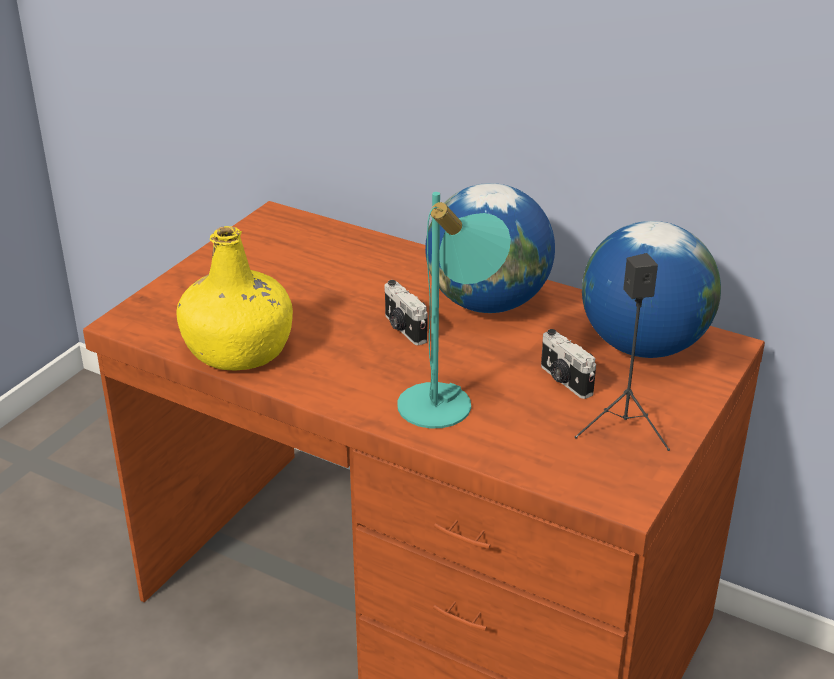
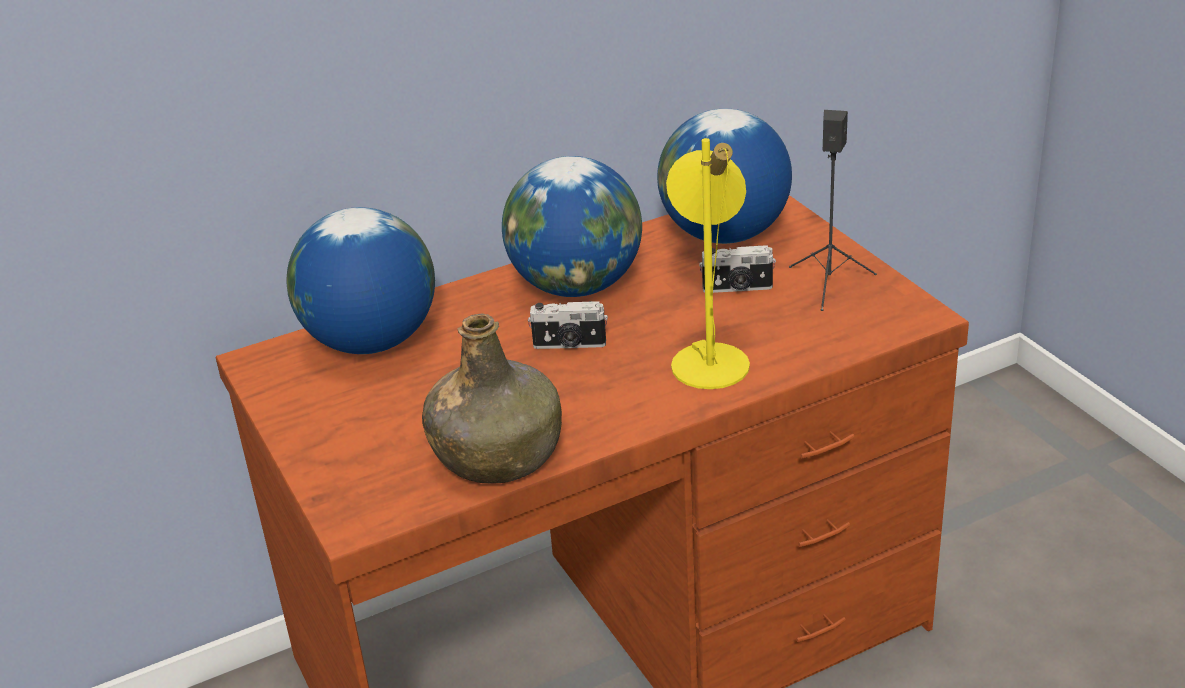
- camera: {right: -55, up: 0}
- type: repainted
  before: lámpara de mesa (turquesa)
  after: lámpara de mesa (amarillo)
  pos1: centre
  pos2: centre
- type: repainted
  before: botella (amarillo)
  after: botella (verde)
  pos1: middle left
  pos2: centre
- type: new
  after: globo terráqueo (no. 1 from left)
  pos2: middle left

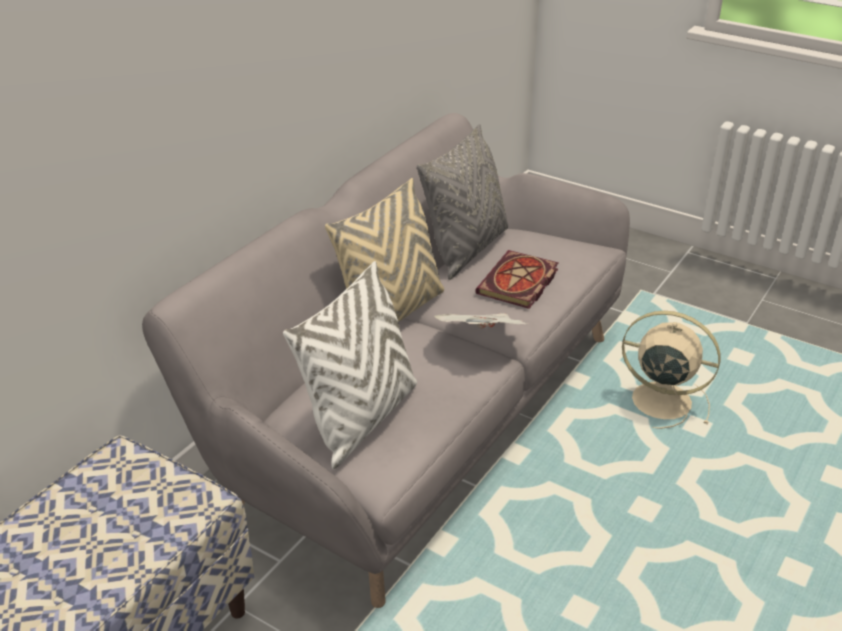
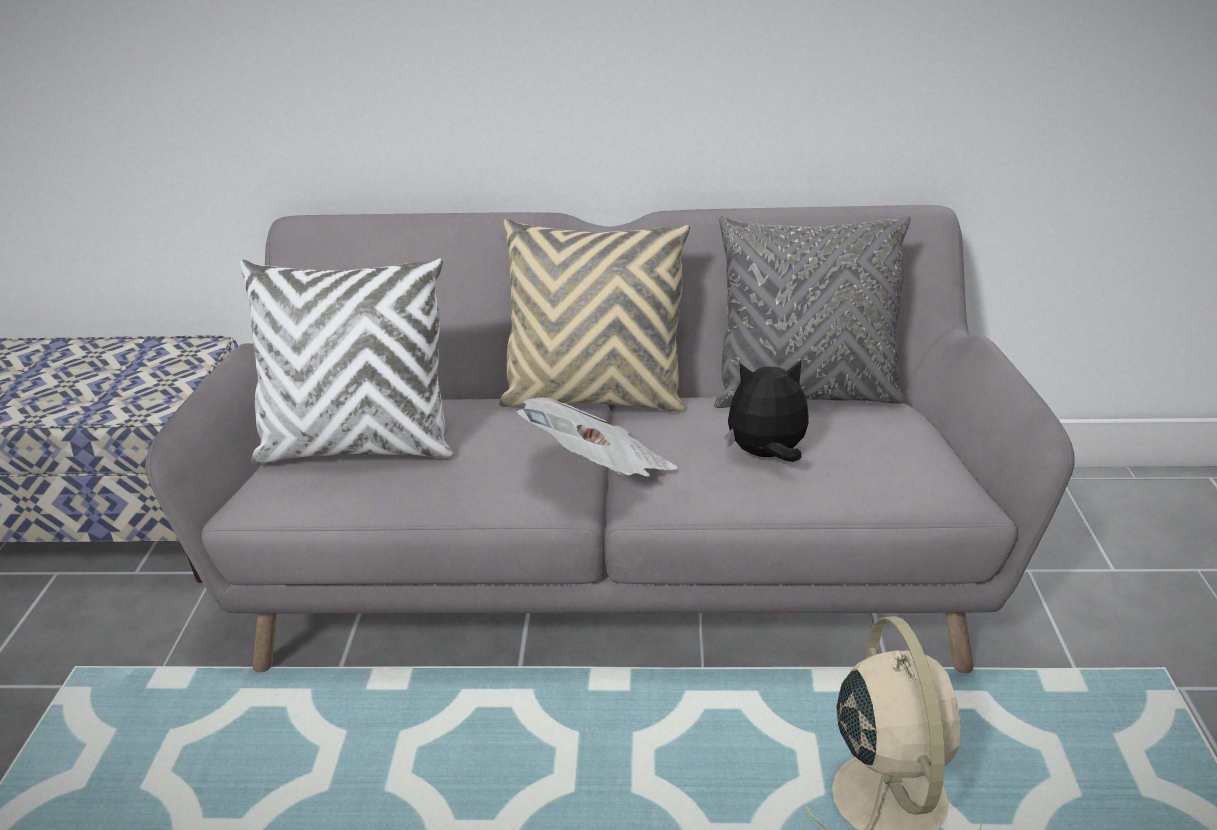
- camera: {right: 60, up: -5}
- type: swapped
  before: libro
  after: peluche
  pos1: centre
  pos2: centre

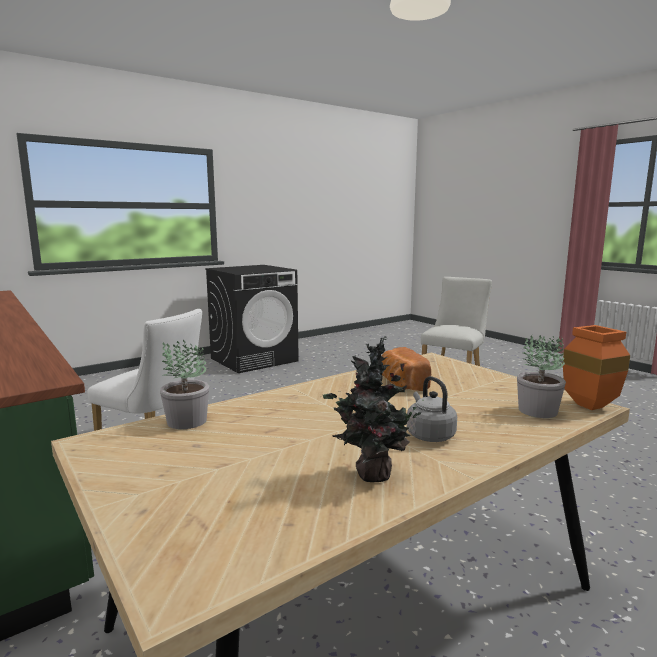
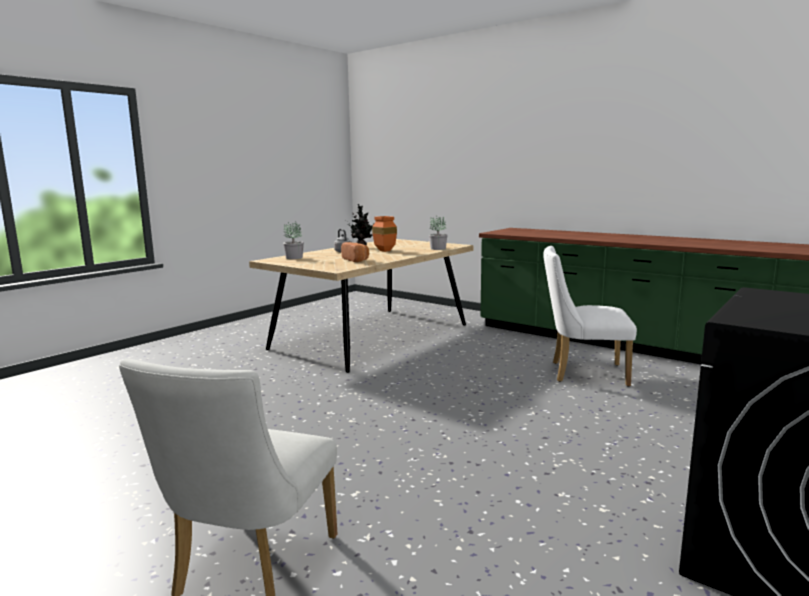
- camera: {right: 165, up: 0}
- type: shifted
  before: florero (naranja)
  pos1: middle right
  pos2: centre

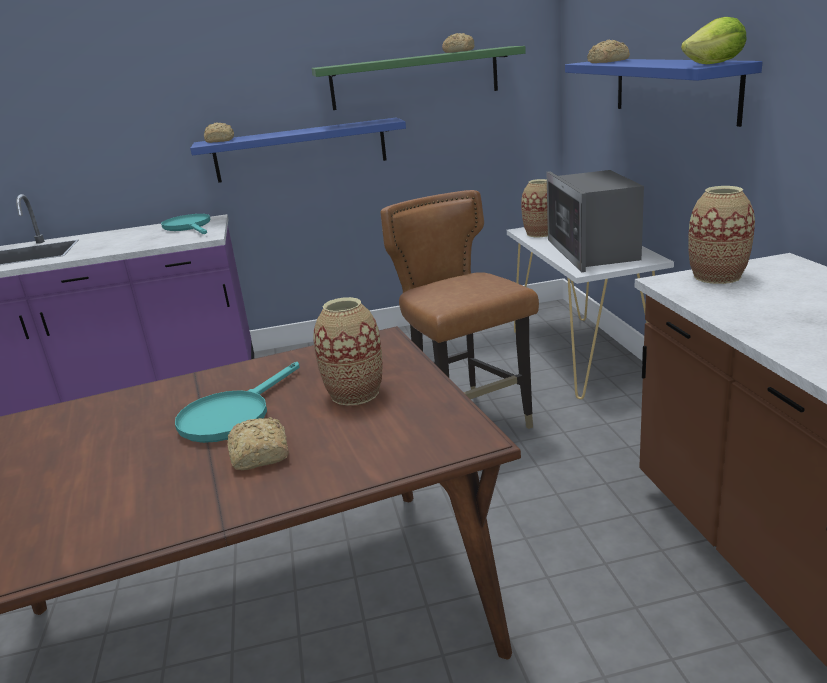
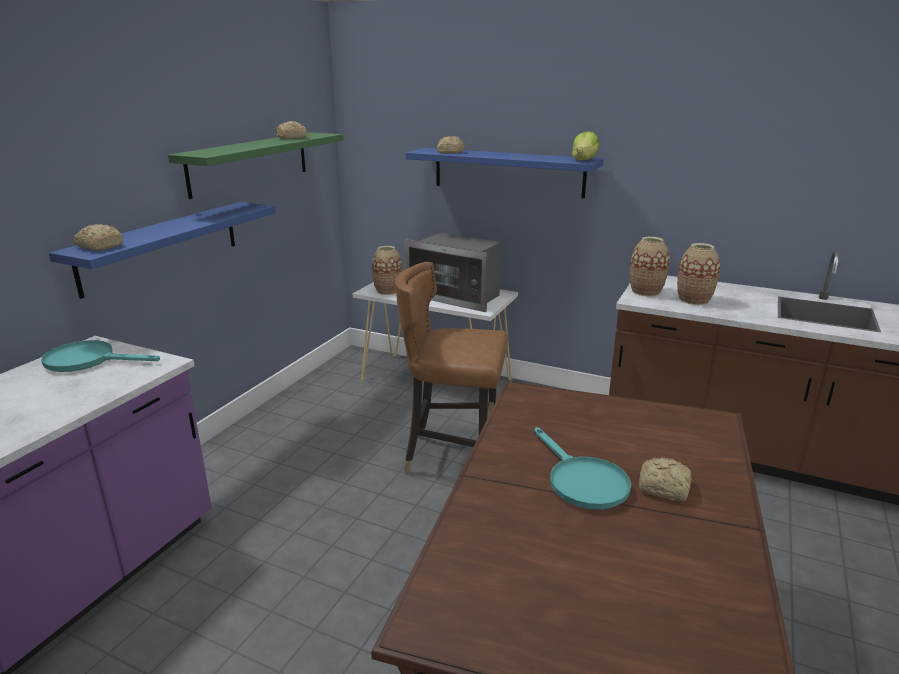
- camera: {right: -55, up: 0}
- type: shifted
  before: florero (no. 1 from left in the first image)
  after: florero (no. 3 from left)
  pos1: centre
  pos2: middle right

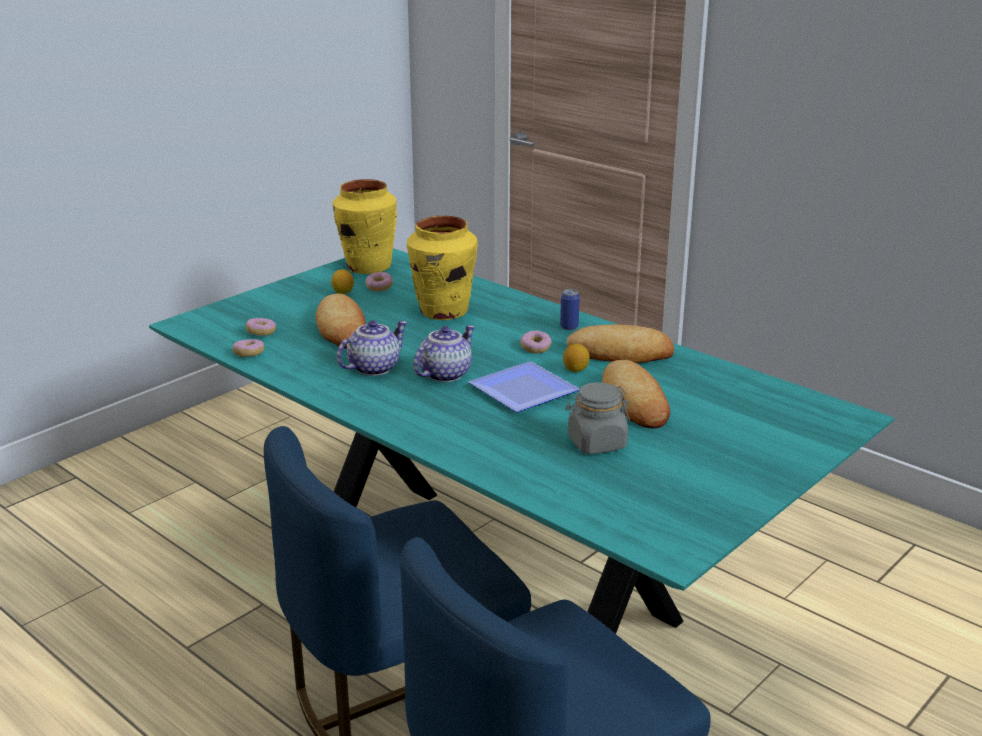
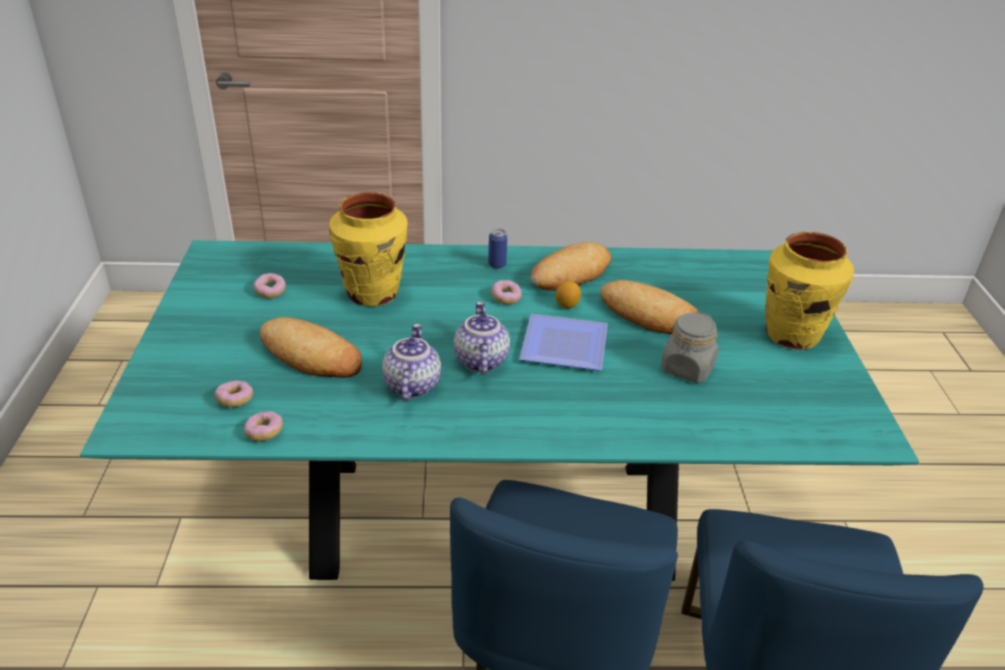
- camera: {right: -45, up: 10}
- type: shifted
  before: florero (amarillo) (no. 1 from left in the first image)
  after: florero (amarillo) (no. 2 from left)
  pos1: top centre
  pos2: middle right
- type: gone
  before: limón (no. 1 from left)
  pos1: centre

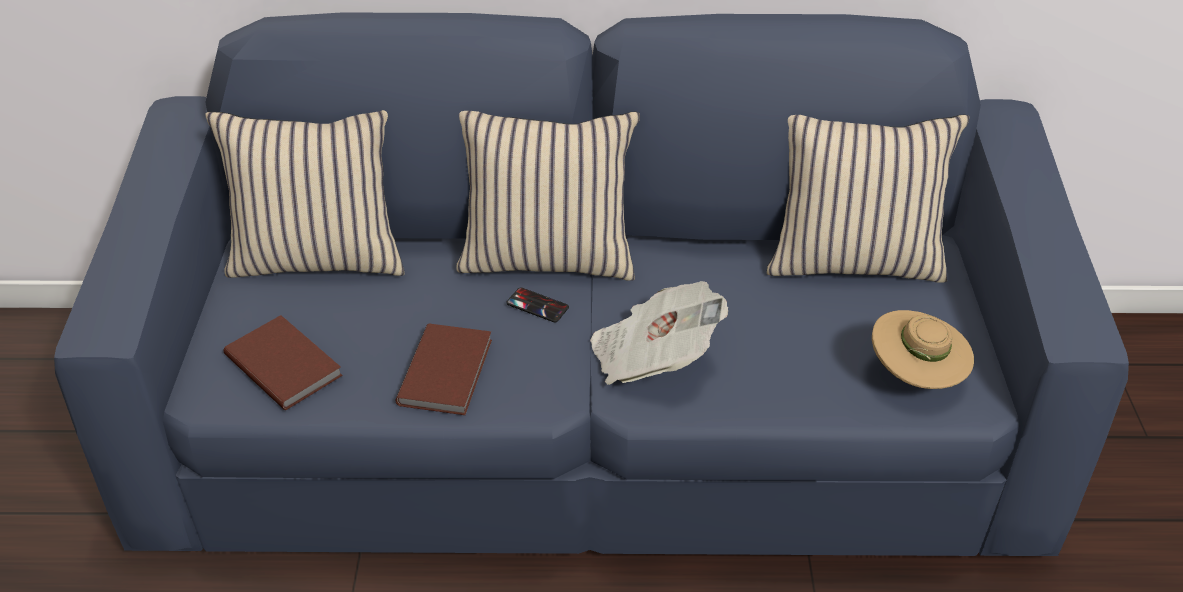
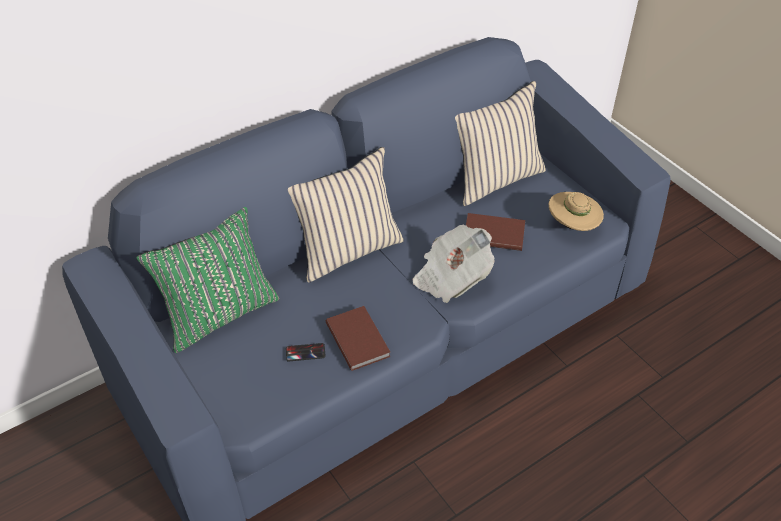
- camera: {right: -35, up: 5}
- type: repainted
  before: cojín (beis) (no. 1 from left)
  after: cojín (verde)
  pos1: top left
  pos2: middle left
- type: shifted
  before: móvil
  pos1: centre
  pos2: bottom centre
- type: shifted
  before: libro (marrón) (no. 1 from left in the first image)
  after: libro (marrón) (no. 2 from left)
  pos1: middle left
  pos2: centre

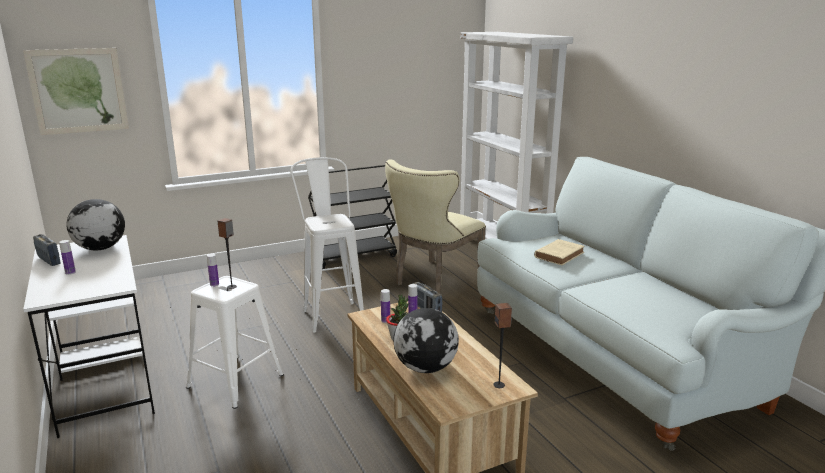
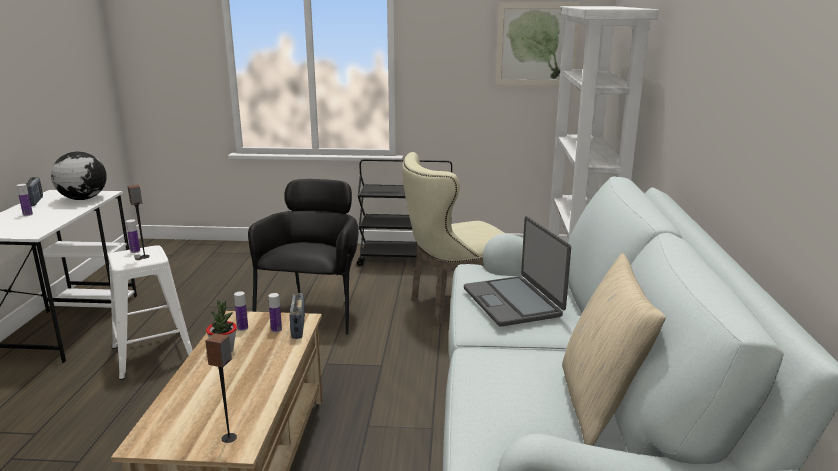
- camera: {right: 30, up: 0}
- type: shifted
  before: cuadro
  pos1: top left
  pos2: top centre
- type: swapped
  before: taburete (blanco) (no. 2 from left)
  after: sillón (negro)
  pos1: centre
  pos2: centre
- type: swapped
  before: libro (beis)
  after: portátil
  pos1: middle right
  pos2: centre
- type: gone
  before: globo terráqueo (no. 2 from left)
  pos1: bottom centre
- type: new
  after: cojín (beis)
  pos2: bottom right

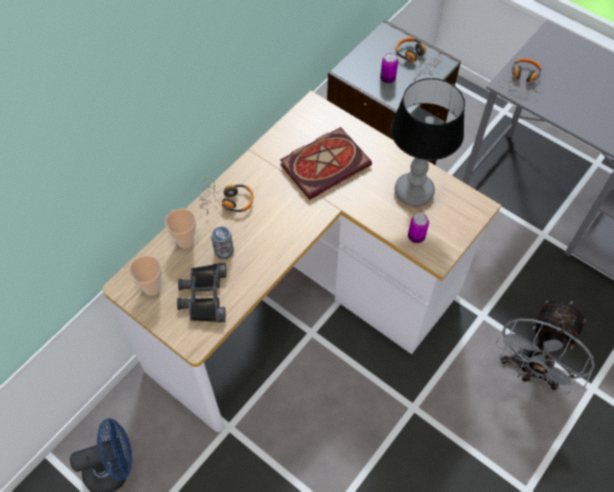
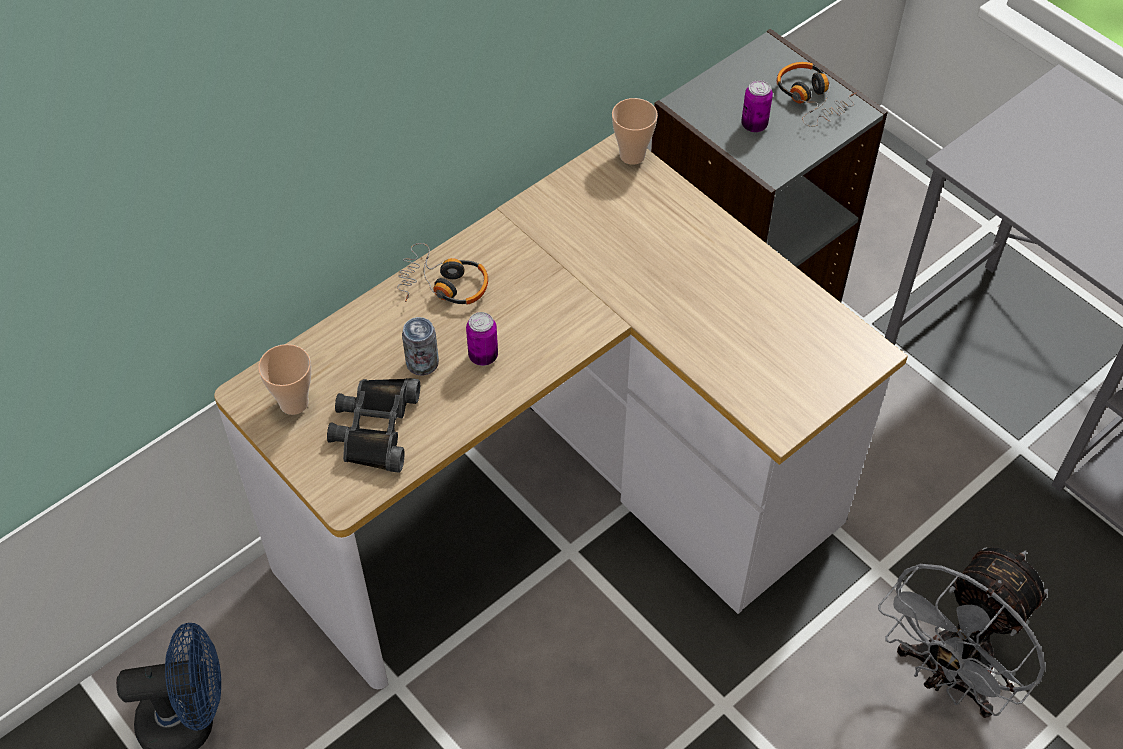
- camera: {right: 10, up: -5}
- type: gone
  before: auriculares (no. 3 from left)
  pos1: top right
- type: gone
  before: lámpara de mesa
  pos1: top right
- type: gone
  before: libro
  pos1: top centre
- type: shifted
  before: taza (no. 2 from left)
  pos1: middle left
  pos2: top centre
- type: shifted
  before: lata (no. 3 from left in the first image)
  after: lata (no. 2 from left)
  pos1: middle right
  pos2: centre

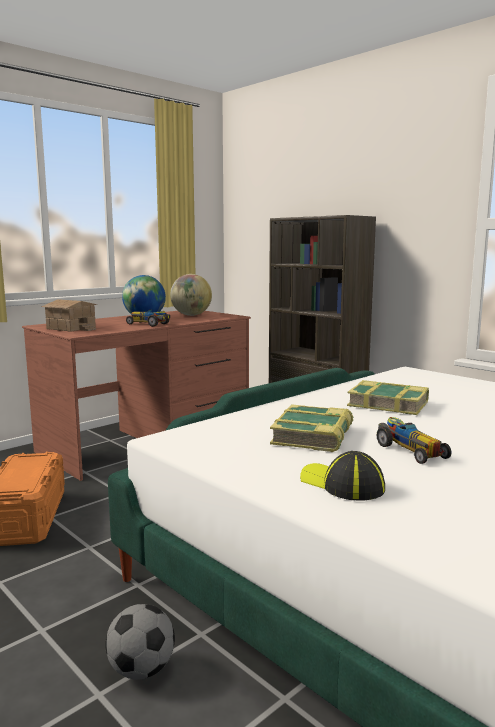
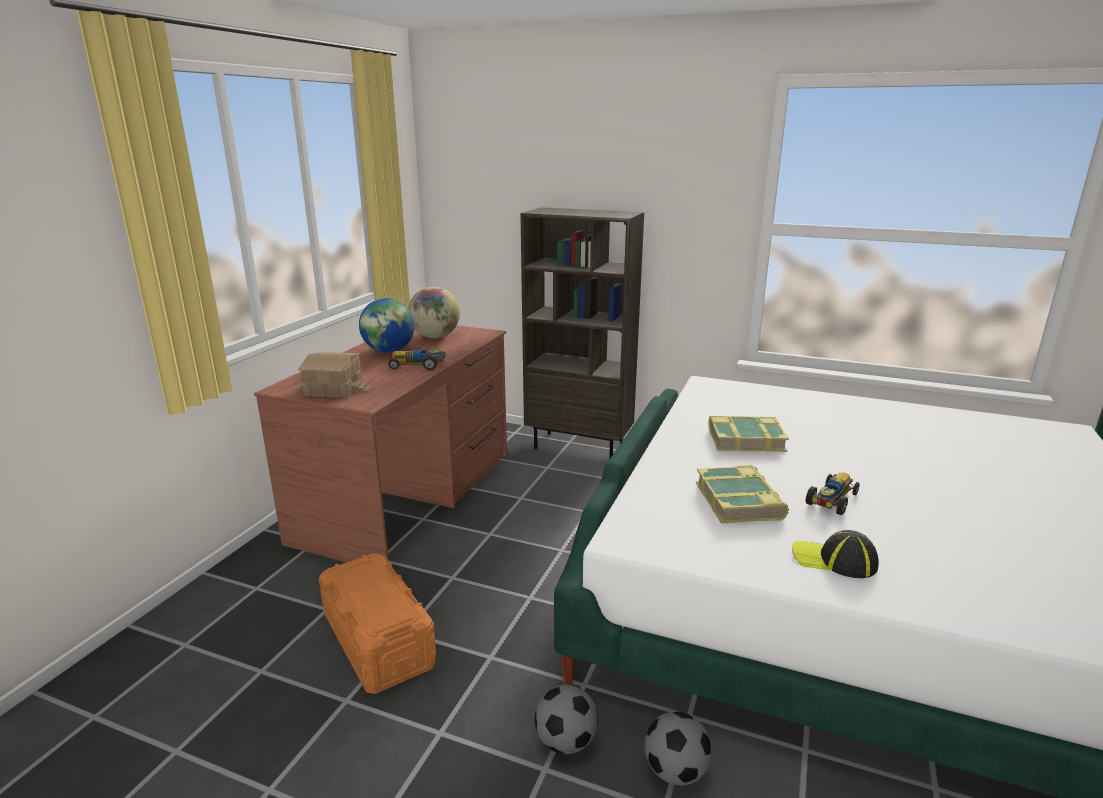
- camera: {right: -25, up: 10}
- type: rotated
  before: coche de juguete (no. 2 from left)
  pos1: middle right
  pos2: middle right
  turn: -90
- type: new
  after: balón de fútbol (no. 1 from left)
  pos2: bottom centre

